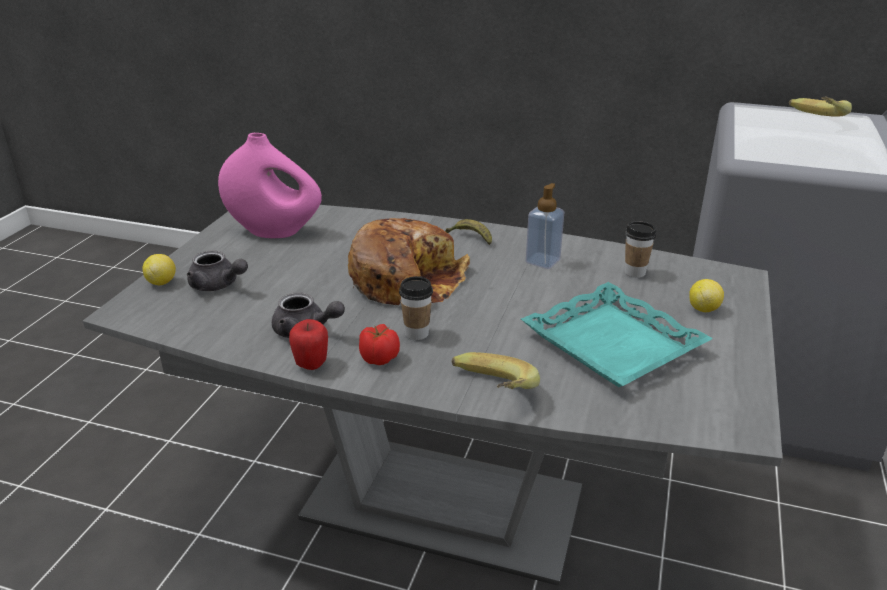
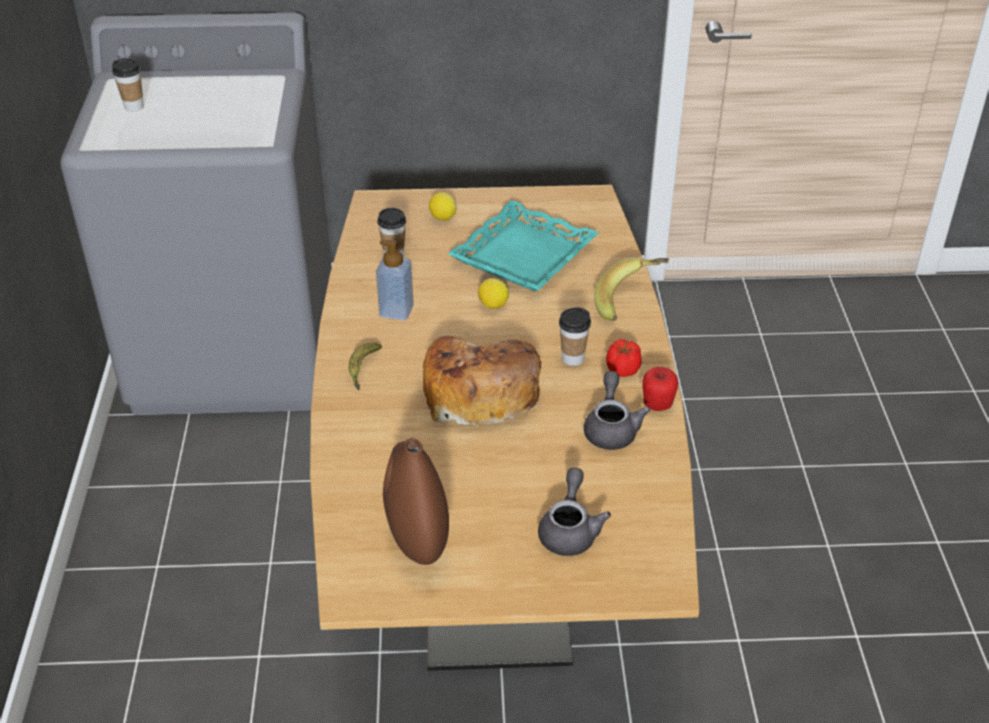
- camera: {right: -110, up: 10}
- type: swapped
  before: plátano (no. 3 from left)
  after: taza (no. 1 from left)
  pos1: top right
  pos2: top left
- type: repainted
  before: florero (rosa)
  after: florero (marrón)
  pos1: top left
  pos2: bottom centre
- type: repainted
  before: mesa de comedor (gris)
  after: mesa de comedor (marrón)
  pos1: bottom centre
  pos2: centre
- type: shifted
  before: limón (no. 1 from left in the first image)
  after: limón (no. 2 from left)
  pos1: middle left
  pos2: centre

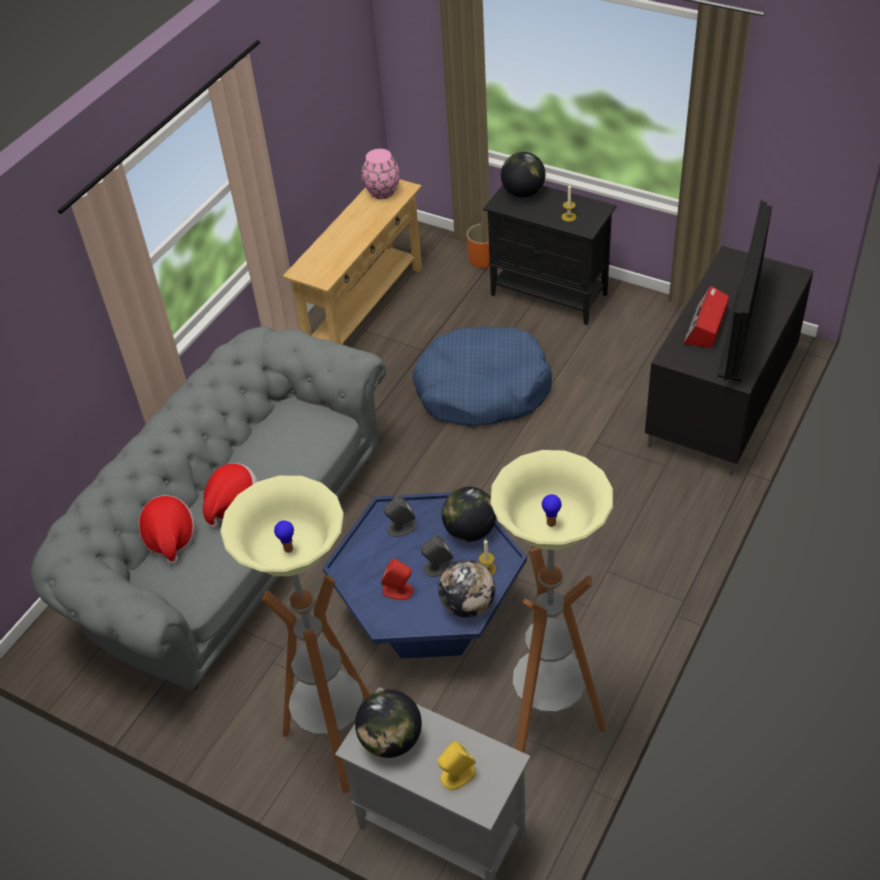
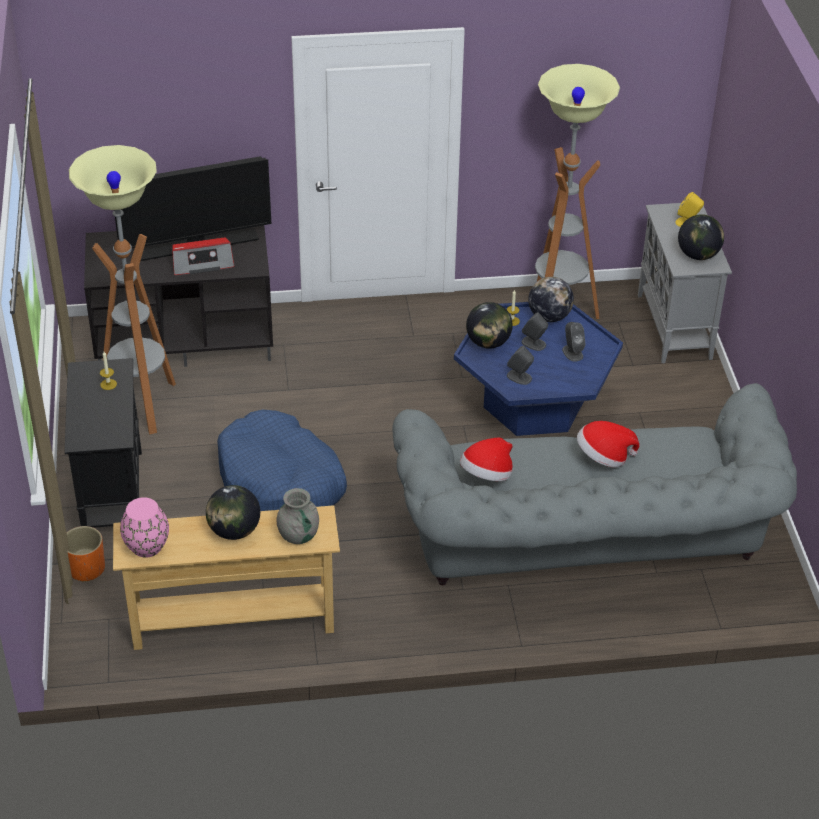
- camera: {right: -130, up: -5}
- type: shifted
  before: globo terráqueo (no. 4 from left in the first image)
  after: globo terráqueo (no. 1 from left)
  pos1: top centre
  pos2: middle left
- type: shifted
  before: lámpara de pie (no. 1 from left)
  pos1: bottom centre
  pos2: middle left
- type: shifted
  before: sombrero (no. 1 from left)
  pos1: middle left
  pos2: centre
- type: repainted
  before: altavoz (rojo)
  after: altavoz (gris) (no. 3 from left)
  pos1: centre
  pos2: middle right
- type: new
  after: florero (gris)
  pos2: centre

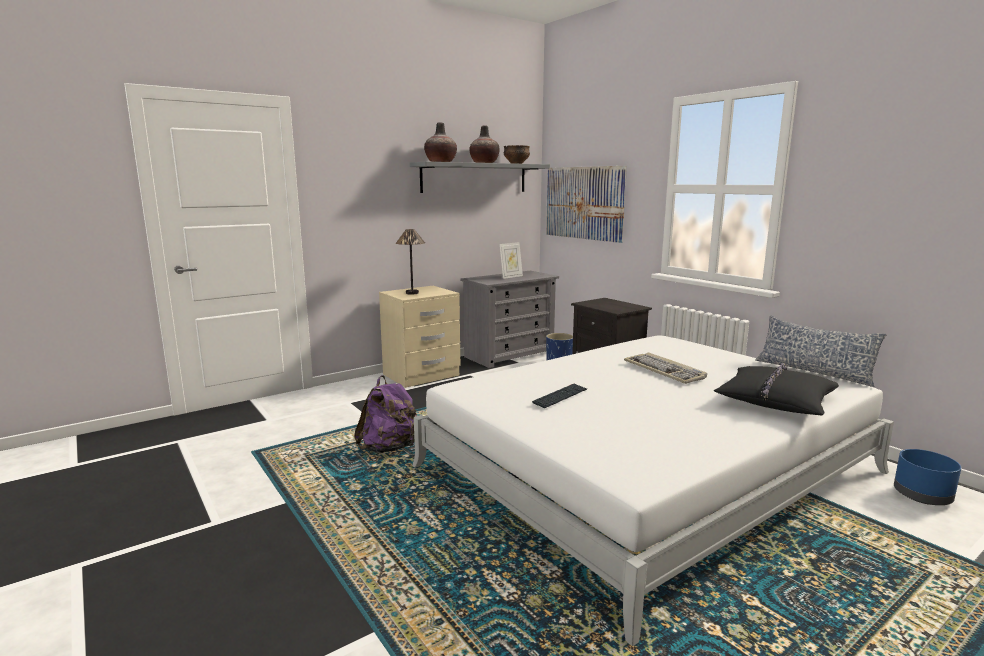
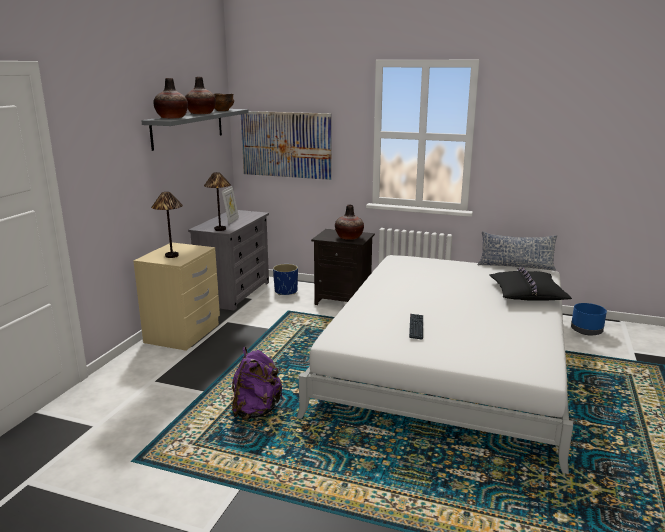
- camera: {right: -35, up: 5}
- type: gone
  before: teclado (no. 2 from left)
  pos1: middle right
- type: new
  after: lámpara de mesa (no. 2 from left)
  pos2: middle left
- type: new
  after: florero (no. 3 from left)
  pos2: centre

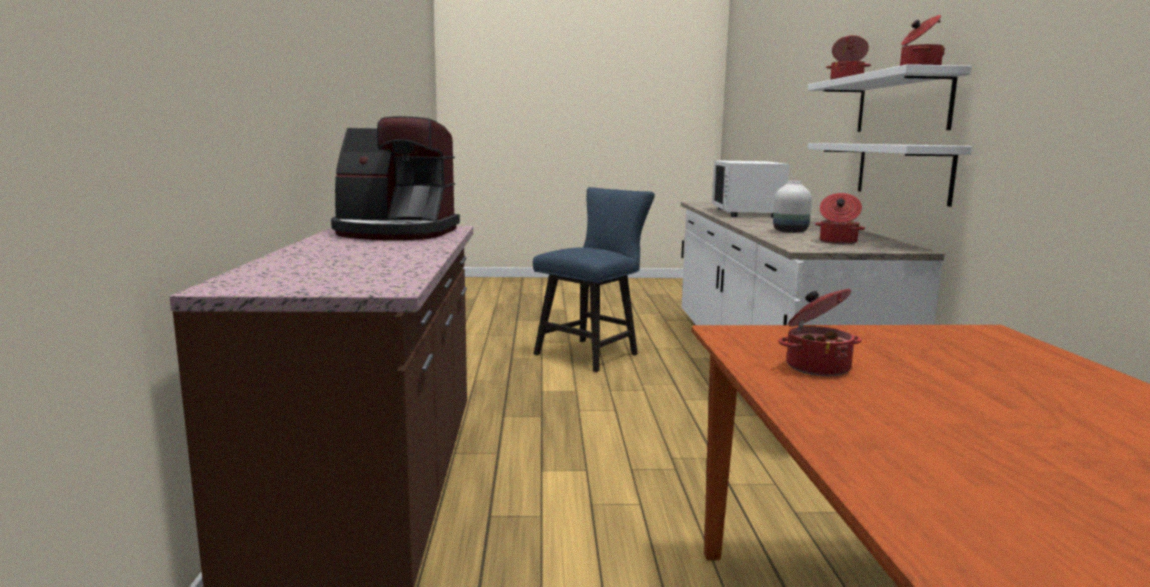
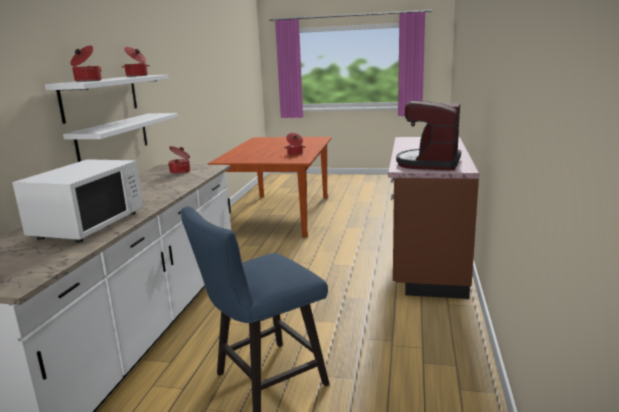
- camera: {right: -165, up: 5}
- type: rotated
  before: cafetera
  pos1: top centre
  pos2: top right
  turn: -90
- type: gone
  before: florero (blanco)
  pos1: middle right

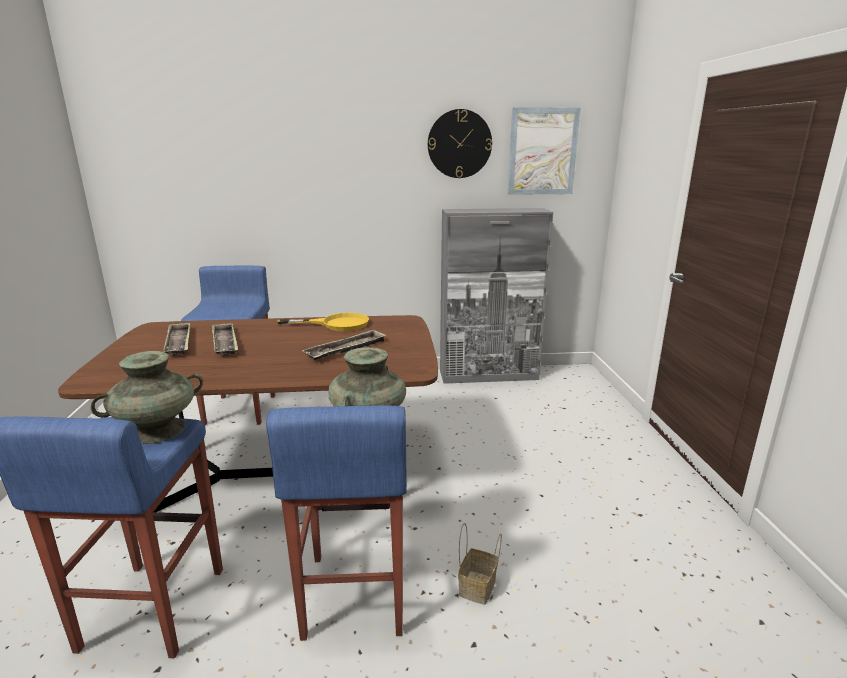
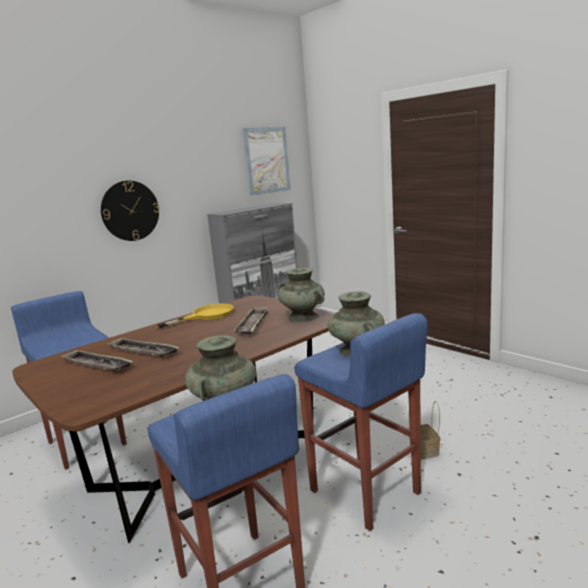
- camera: {right: -35, up: -5}
- type: shifted
  before: reloj de pared
  pos1: top centre
  pos2: middle left
- type: new
  after: florero (turquesa) (no. 2 from left)
  pos2: centre

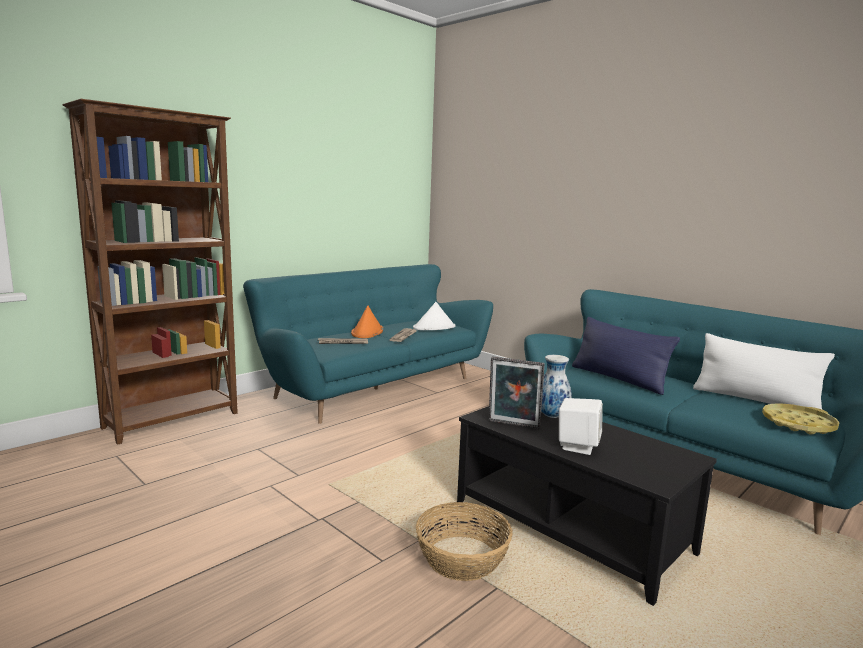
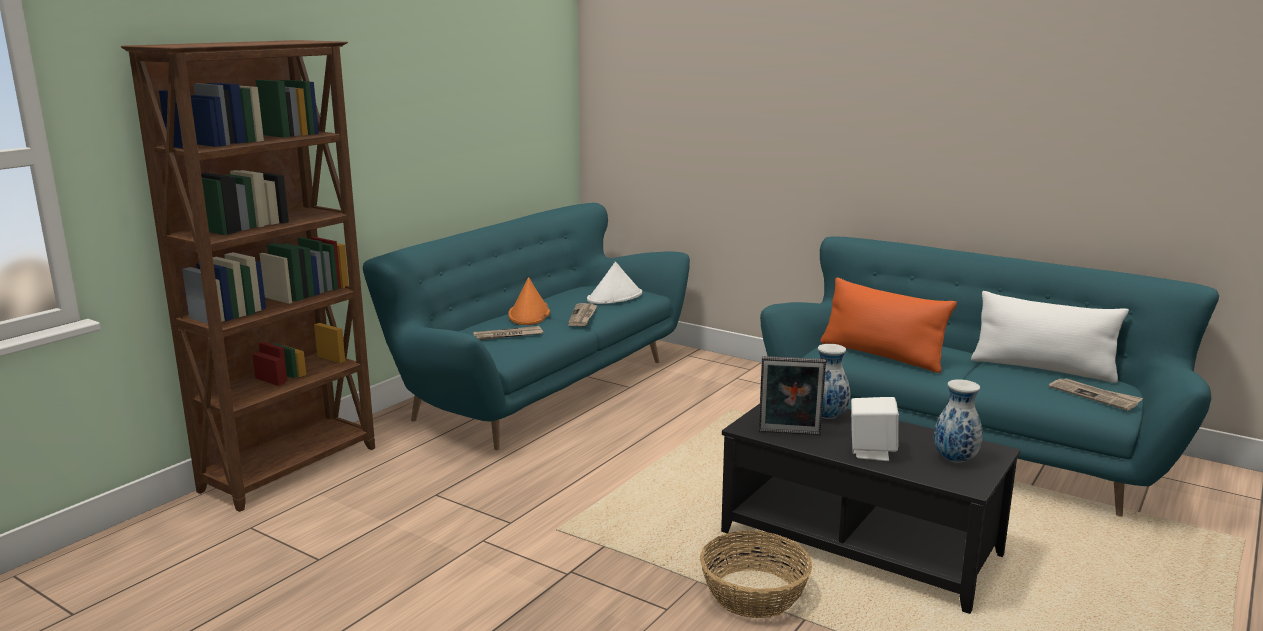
- camera: {right: -10, up: 5}
- type: repainted
  before: cojín (azul)
  after: cojín (naranja)
  pos1: middle right
  pos2: middle right
- type: swapped
  before: bandeja (amarillo)
  after: periódico (no. 3 from left)
  pos1: middle right
  pos2: middle right
- type: new
  after: florero (no. 2 from left)
  pos2: bottom right

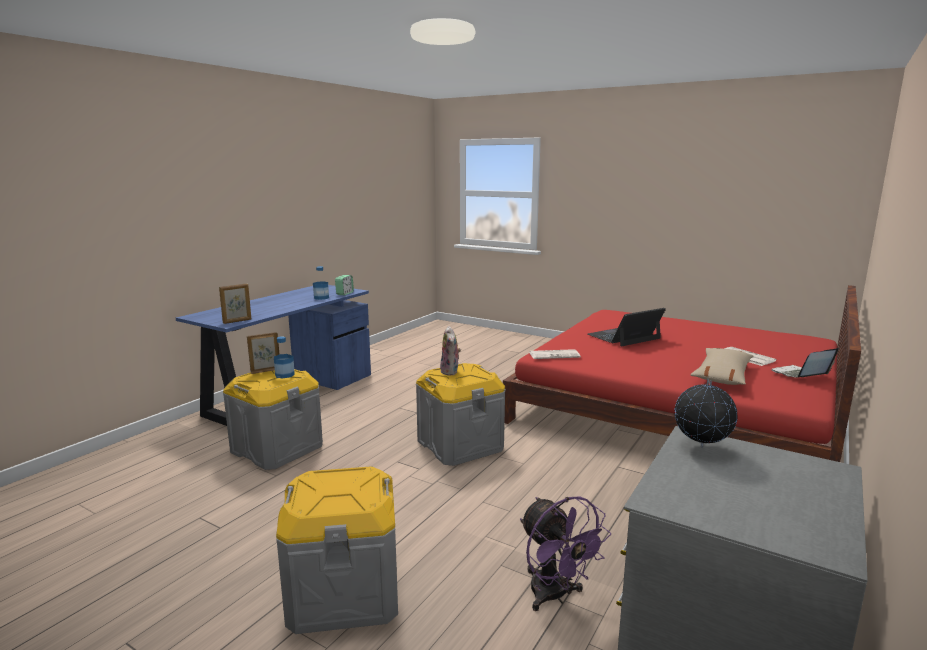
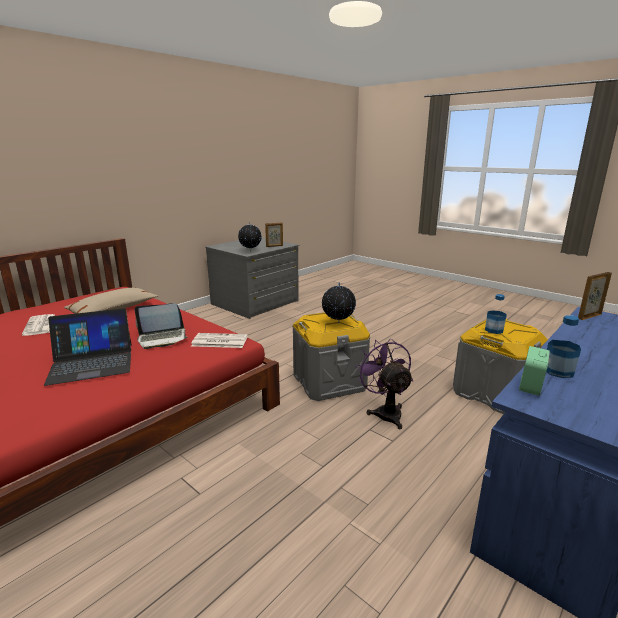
- camera: {right: -170, up: 5}
- type: swapped
  before: peluche
  after: globo terráqueo (no. 2 from left)
  pos1: centre
  pos2: centre
- type: shifted
  before: portarretratos (no. 2 from left in the first image)
  after: portarretratos (no. 1 from left)
  pos1: middle left
  pos2: centre
- type: shifted
  before: portátil (no. 2 from left)
  pos1: middle right
  pos2: middle left
- type: gone
  before: caja de almacenaje (gris) (no. 2 from left)
  pos1: bottom centre
- type: shifted
  before: ventilador (morado)
  pos1: bottom centre
  pos2: centre

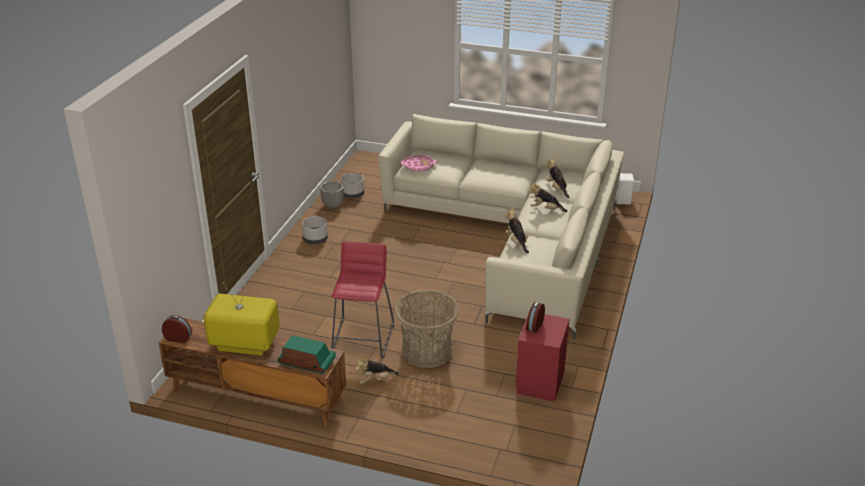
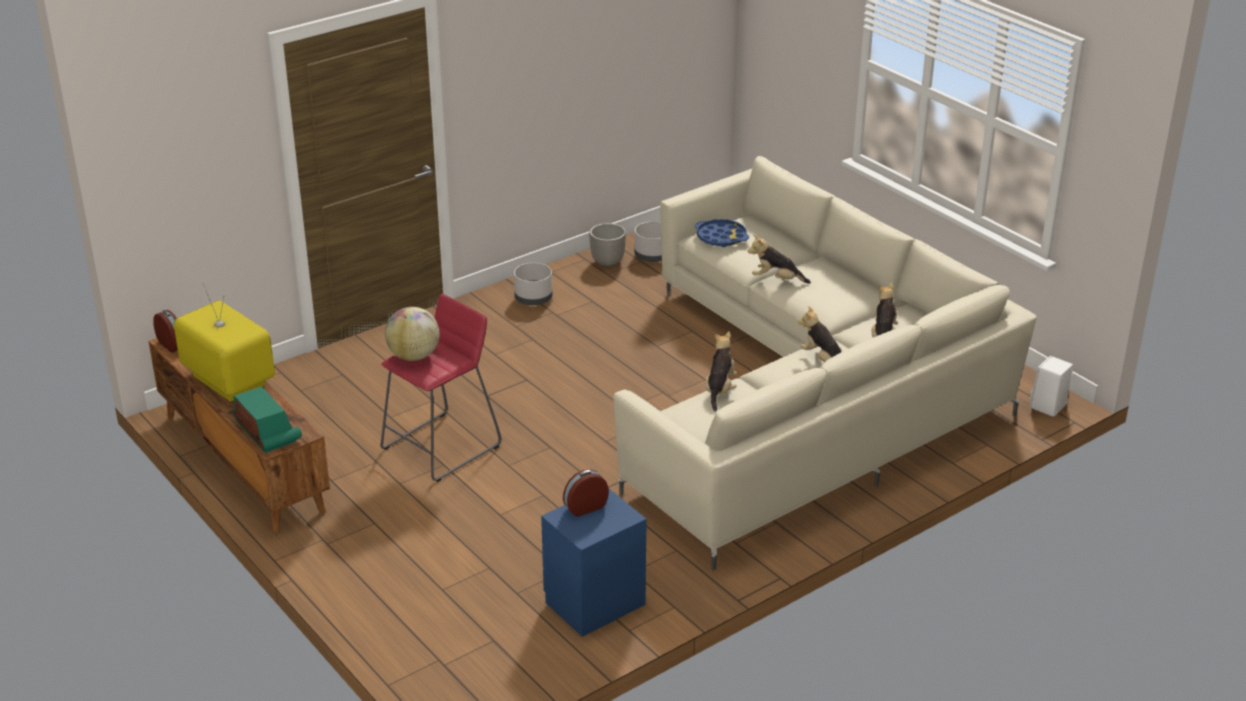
- camera: {right: 35, up: 0}
- type: repainted
  before: bandeja (rosa)
  after: bandeja (azul)
  pos1: centre
  pos2: top centre
- type: gone
  before: cesta
  pos1: bottom centre
- type: repainted
  before: mesita de noche (rojo)
  after: mesita de noche (azul)
  pos1: bottom centre
  pos2: bottom centre
- type: shifted
  before: peluche (no. 1 from left in the first image)
  after: peluche (no. 2 from left)
  pos1: bottom centre
  pos2: centre
- type: new
  after: globo terráqueo
  pos2: middle left

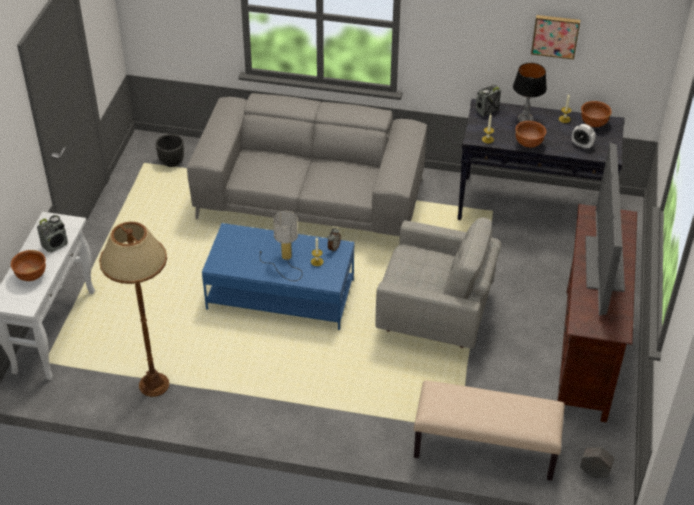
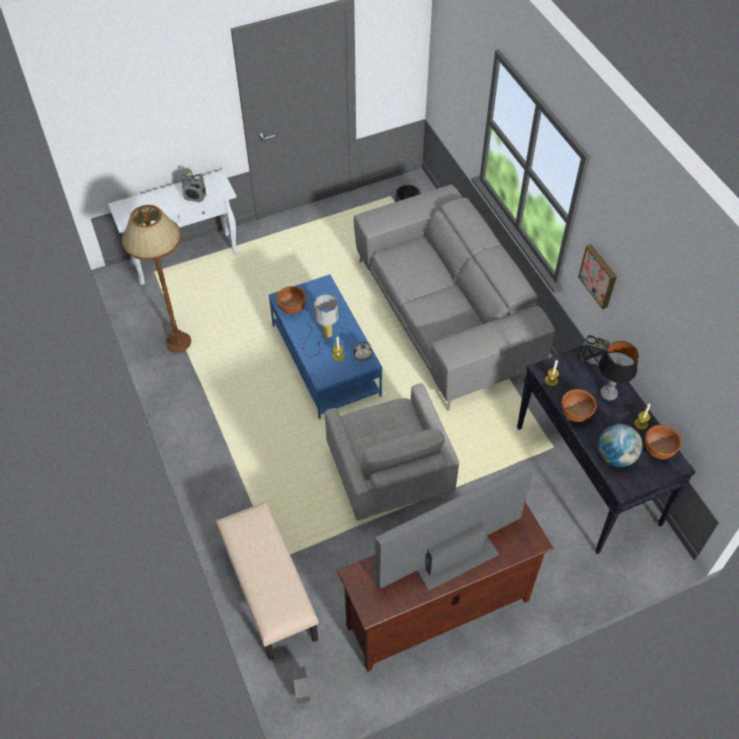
- camera: {right: 55, up: 10}
- type: shifted
  before: cuadro
  pos1: top right
  pos2: middle right
- type: swapped
  before: despertador (no. 2 from left)
  after: globo terráqueo
  pos1: top right
  pos2: middle right
- type: shifted
  before: cuenco (marrón) (no. 1 from left)
  pos1: middle left
  pos2: centre

